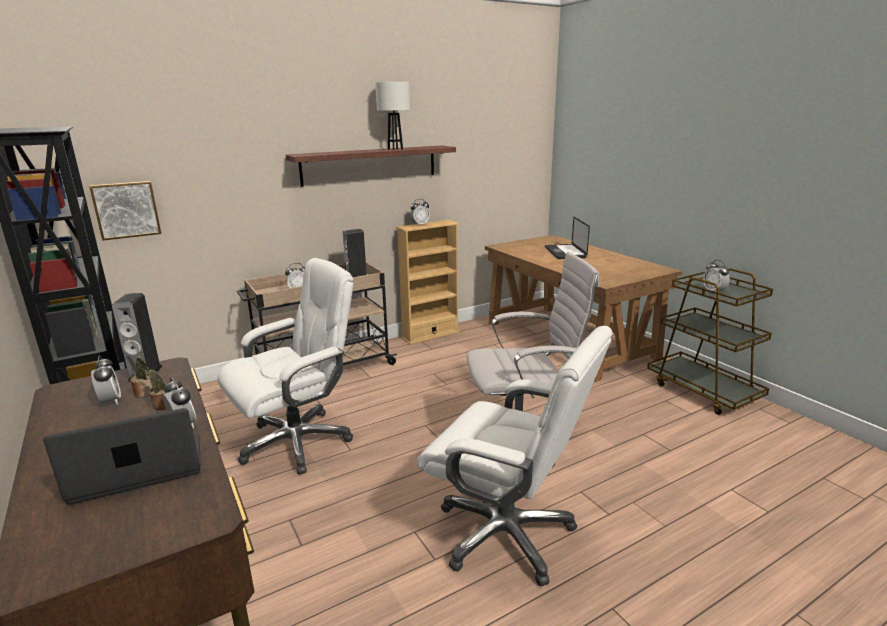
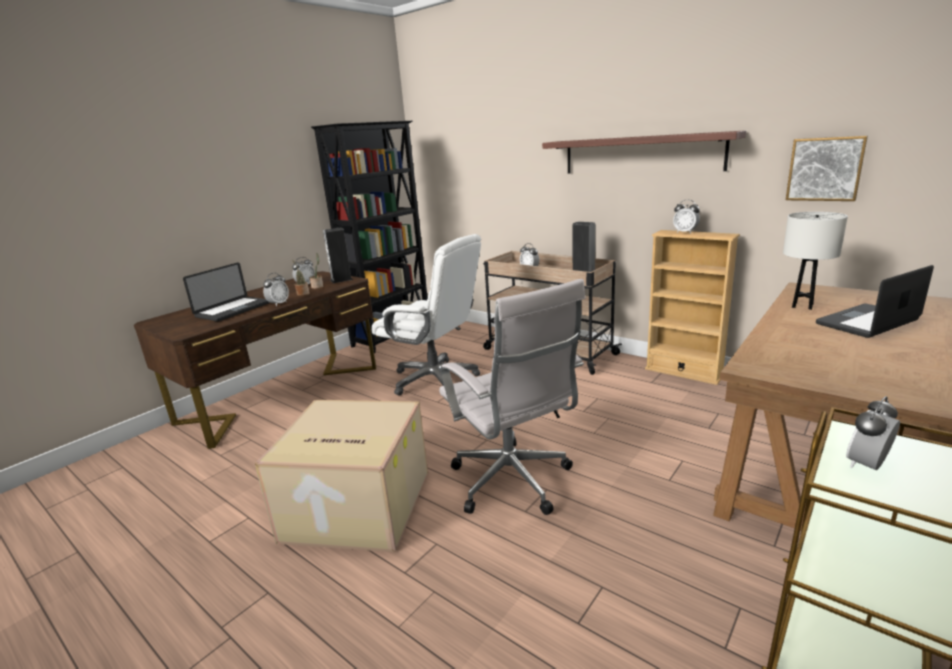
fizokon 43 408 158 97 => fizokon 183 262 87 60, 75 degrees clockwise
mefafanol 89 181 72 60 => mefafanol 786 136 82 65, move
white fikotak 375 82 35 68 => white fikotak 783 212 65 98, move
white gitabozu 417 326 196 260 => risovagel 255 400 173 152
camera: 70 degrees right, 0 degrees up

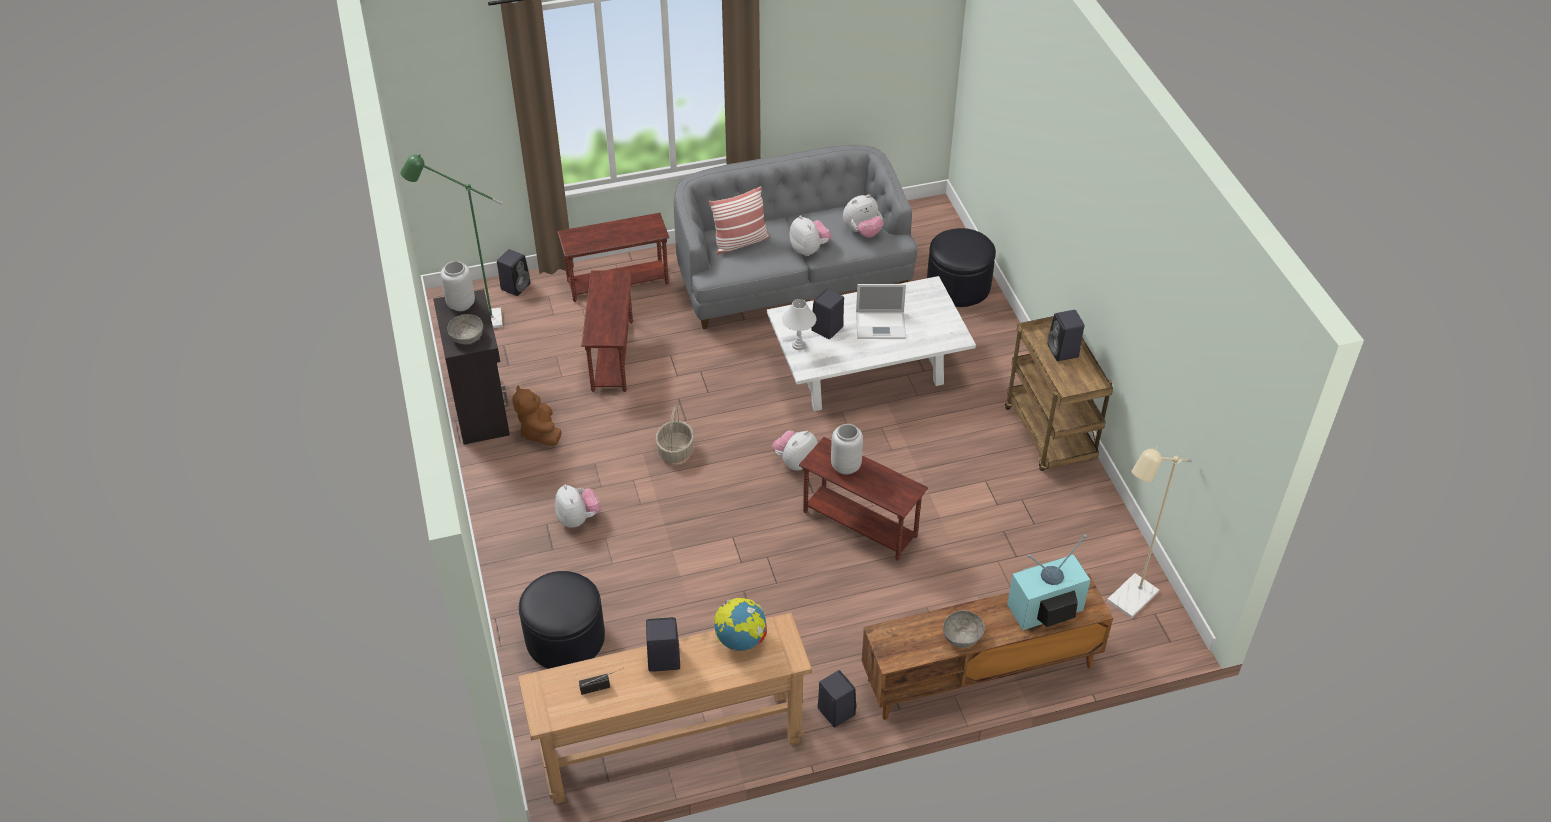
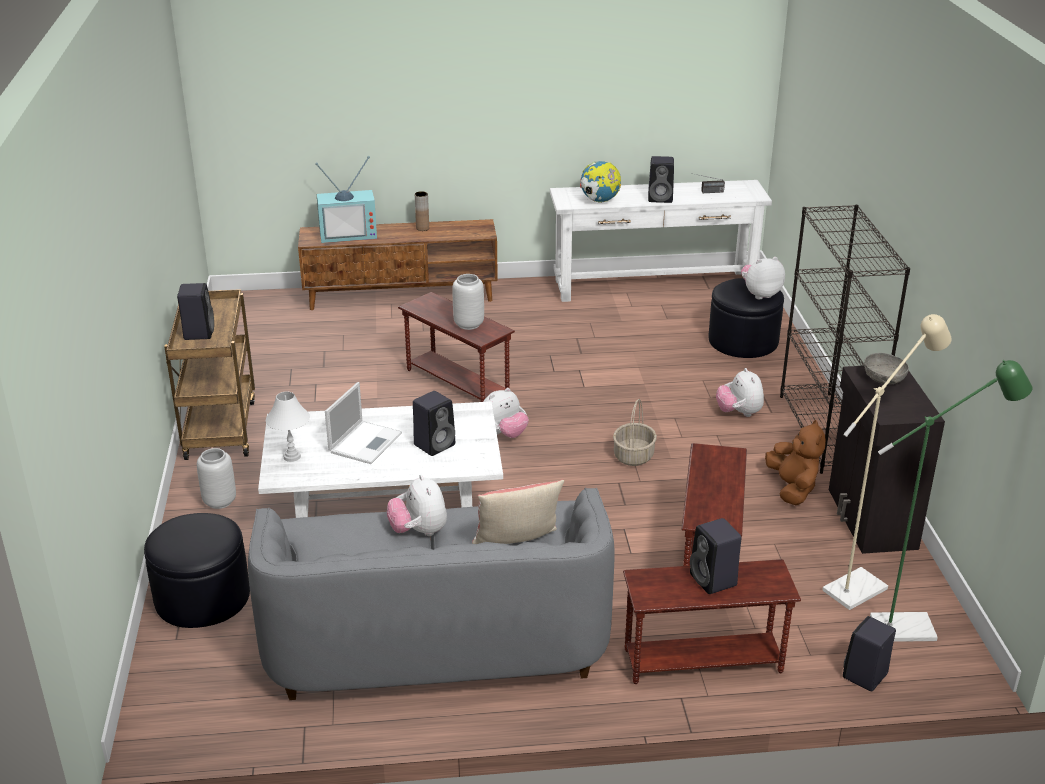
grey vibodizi 441 261 34 50 => grey vibodizi 197 448 39 61, move
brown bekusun 518 612 294 192 => white bekusun 550 180 222 122
white fikotak 782 299 34 51 => white fikotak 266 392 44 70, move
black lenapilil 818 670 39 58 => black lenapilil 690 518 51 76, move
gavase 843 194 41 43 => gavase 741 257 44 43, move
fizokon 856 284 50 55 => fizokon 325 382 77 82, 105 degrees clockwise
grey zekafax 943 611 42 37 => brown vibodizi 415 191 14 40
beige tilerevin 1107 447 85 171 => beige tilerevin 822 314 130 296, move
nothing => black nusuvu 780 205 130 269
camera: 170 degrees left, 15 degrees down

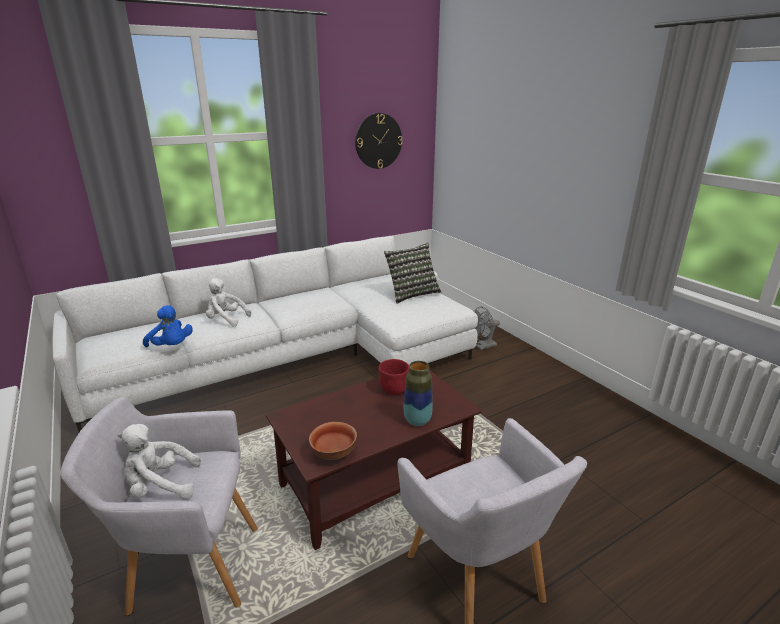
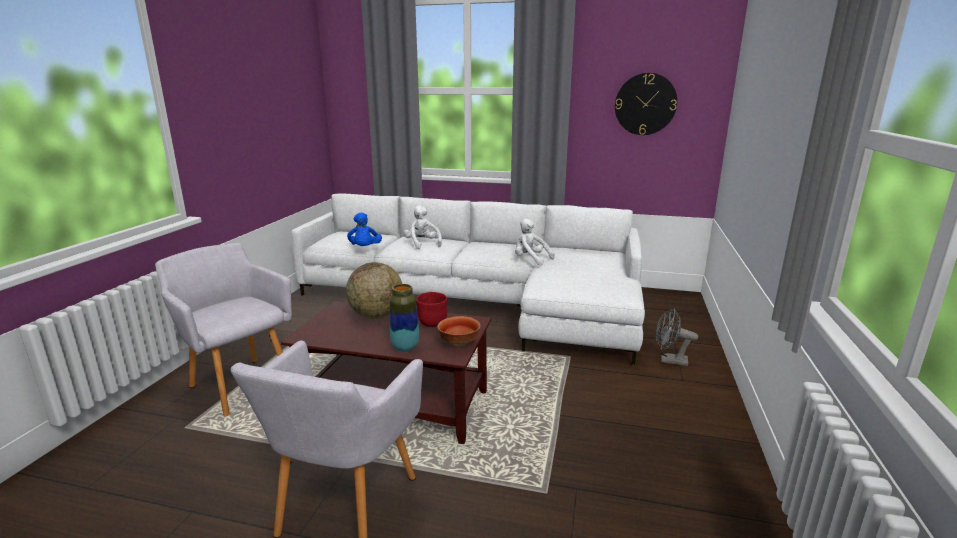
white gavase 118 424 83 75 => white gavase 515 219 40 46, move
zekafax 309 422 48 38 => zekafax 437 316 44 31, move
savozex 384 243 57 61 => nothing
nothing => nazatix 346 262 56 57
camera: 45 degrees right, 5 degrees down

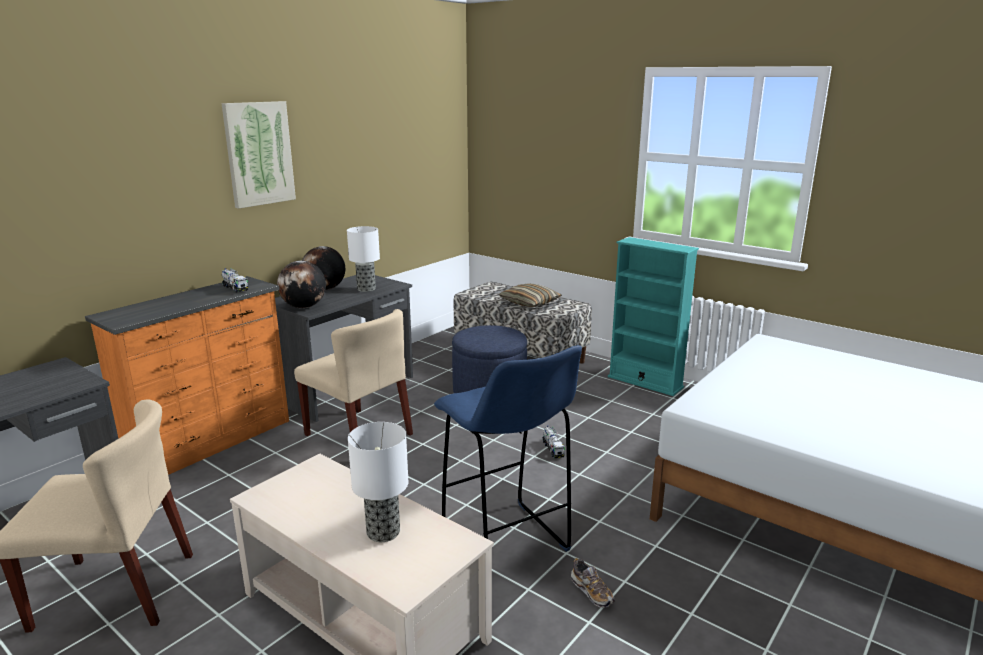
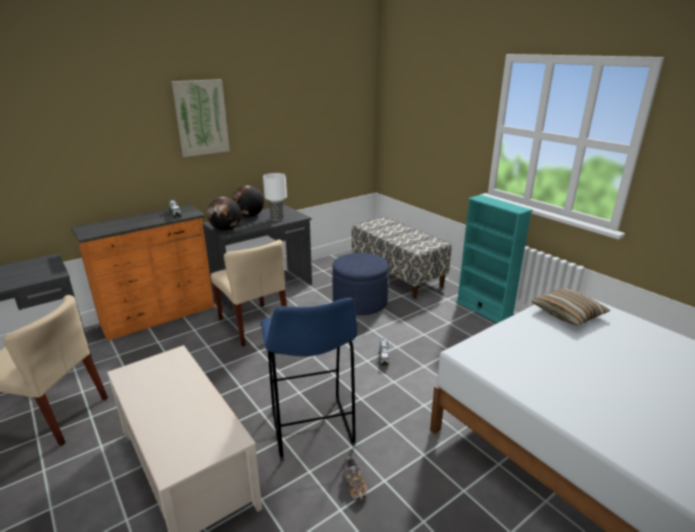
fikotak 348 422 60 120 => nothing
savozex 499 284 63 23 => savozex 532 288 78 38, move
camera: 15 degrees right, 5 degrees up

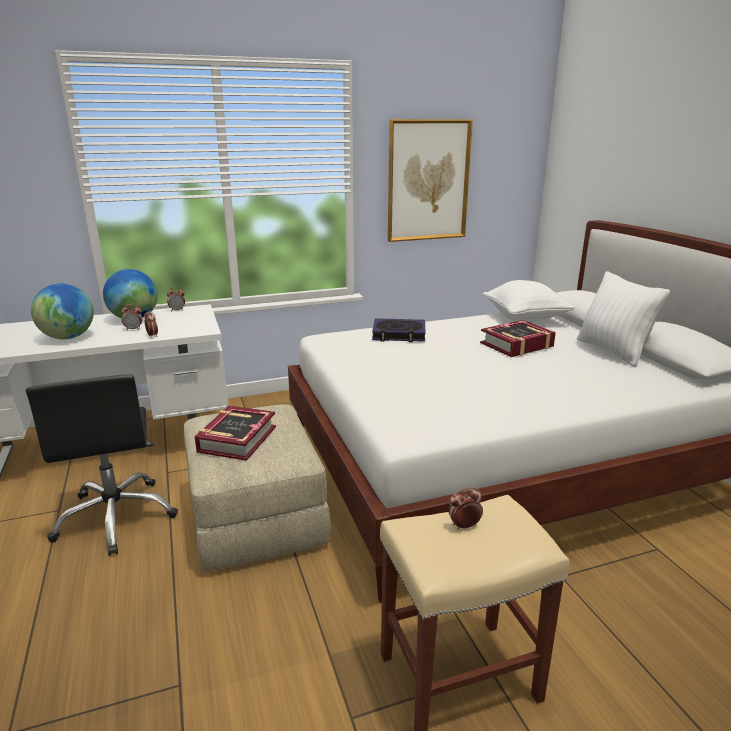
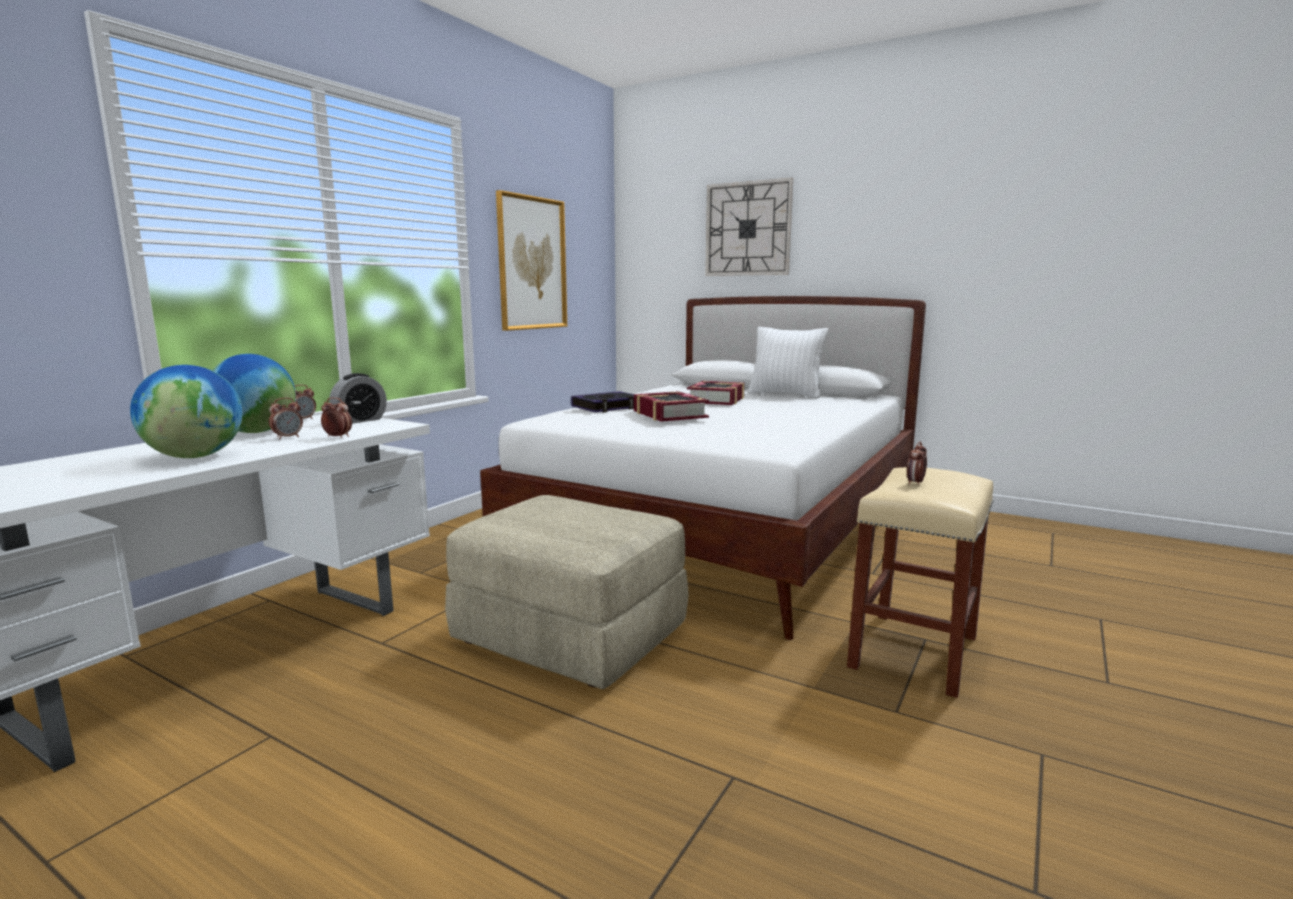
black gitabozu 26 374 152 182 => nothing
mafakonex 195 406 81 55 => mafakonex 634 391 75 31, move
white savozex 483 280 92 42 => nothing
nothing => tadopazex 329 373 58 51
nothing => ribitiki 705 178 88 98
camera: 40 degrees left, 10 degrees down

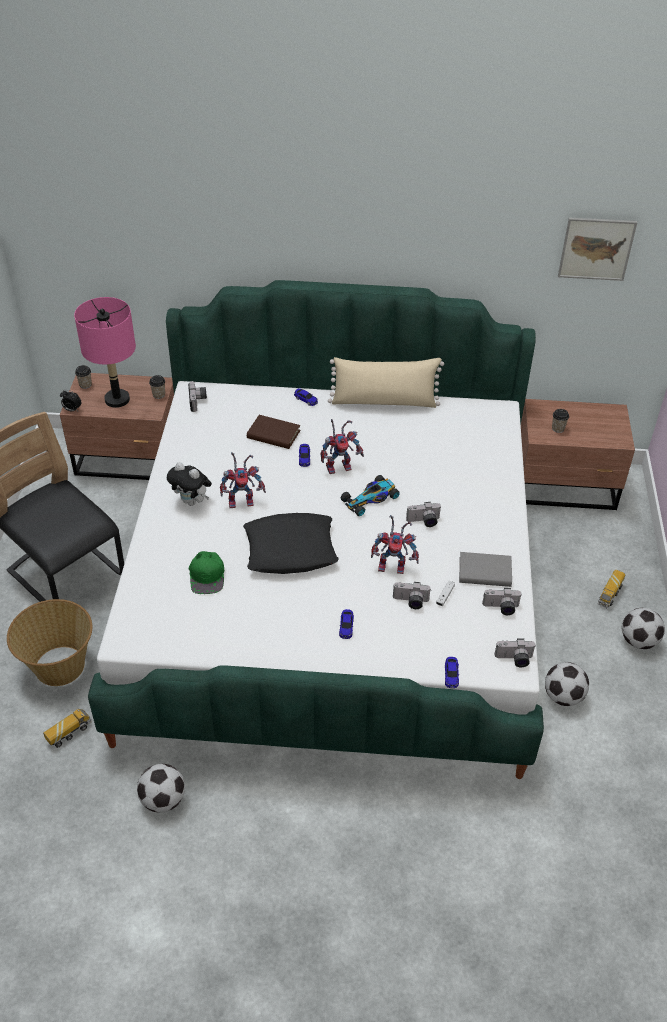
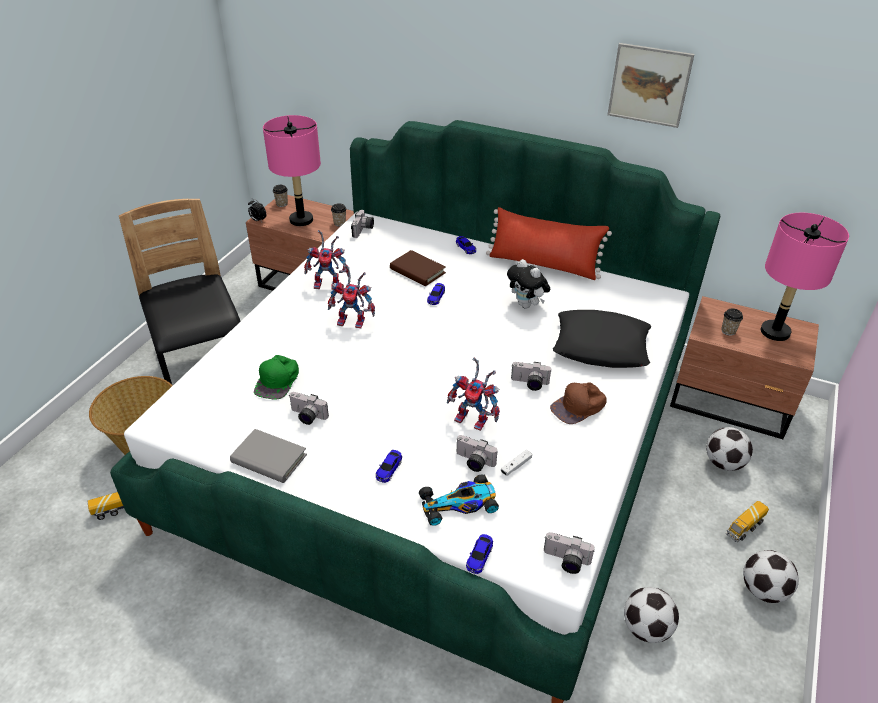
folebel 137 764 48 48 => folebel 706 427 47 44, move
gavase 167 462 45 44 => gavase 507 259 44 50, move
black savozex 243 513 96 61 => black savozex 553 310 98 58, move
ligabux 320 419 44 55 => ligabux 304 230 45 60, move
beige savozex 328 357 116 51 => red savozex 486 207 126 73
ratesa 341 475 59 41 => ratesa 419 475 80 51, move
grey mafakonex 459 552 53 35 => grey mafakonex 230 429 77 54, move
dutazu 482 588 39 27 => dutazu 289 392 40 33, move
mefafanol 558 218 79 63 => mefafanol 608 43 86 85, move
nothing => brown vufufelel 550 382 57 42
nothing => pink fikotak 761 213 88 128
camera: 20 degrees right, 5 degrees down

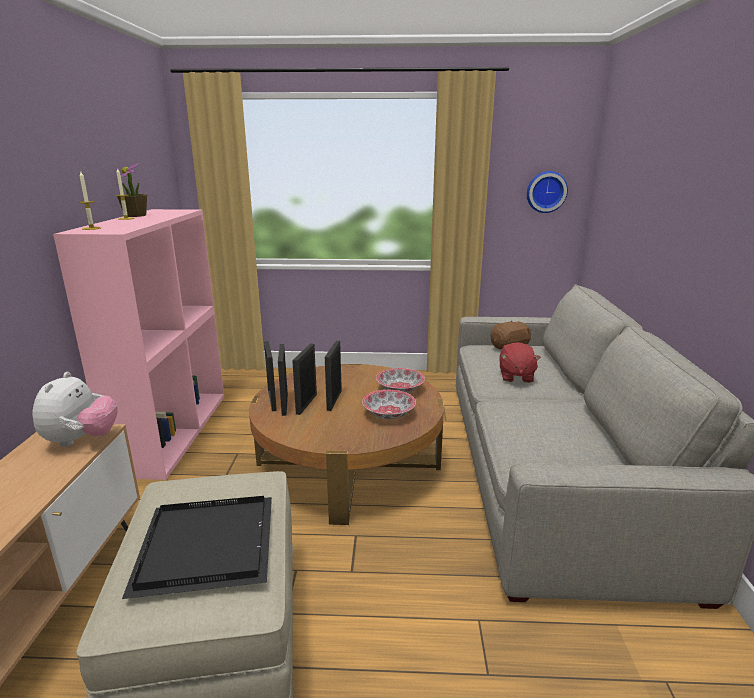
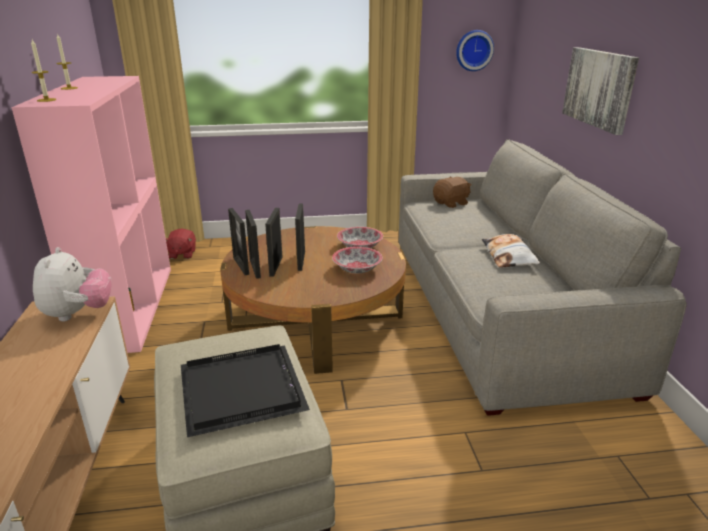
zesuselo 117 163 30 54 => nothing
red gavase 499 342 42 41 => red gavase 166 228 30 31, move
nothing => savozex 482 234 58 34
nothing => mefafanol 562 47 77 88
camera: 10 degrees left, 5 degrees up

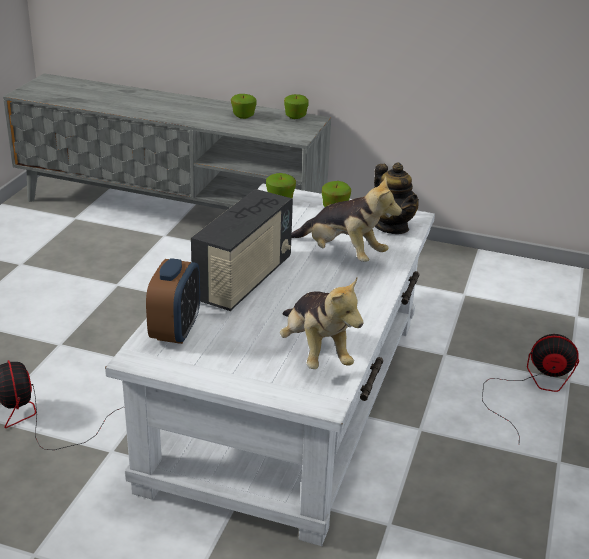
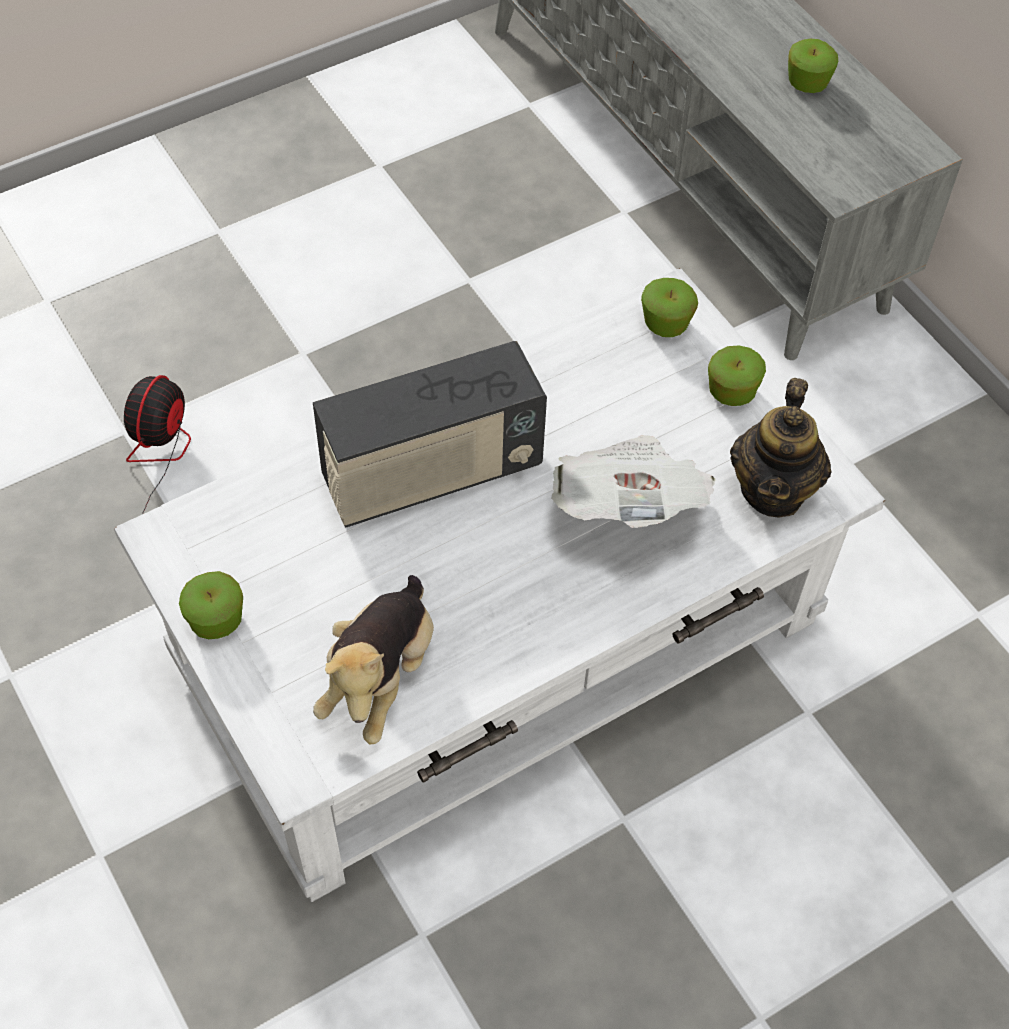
tadopazex 146 258 54 86 => nothing
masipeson 284 94 25 25 => masipeson 179 571 64 68, move
gavase 291 176 111 86 => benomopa 551 435 165 93
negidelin 482 334 97 105 => nothing
camera: 40 degrees right, 25 degrees up

